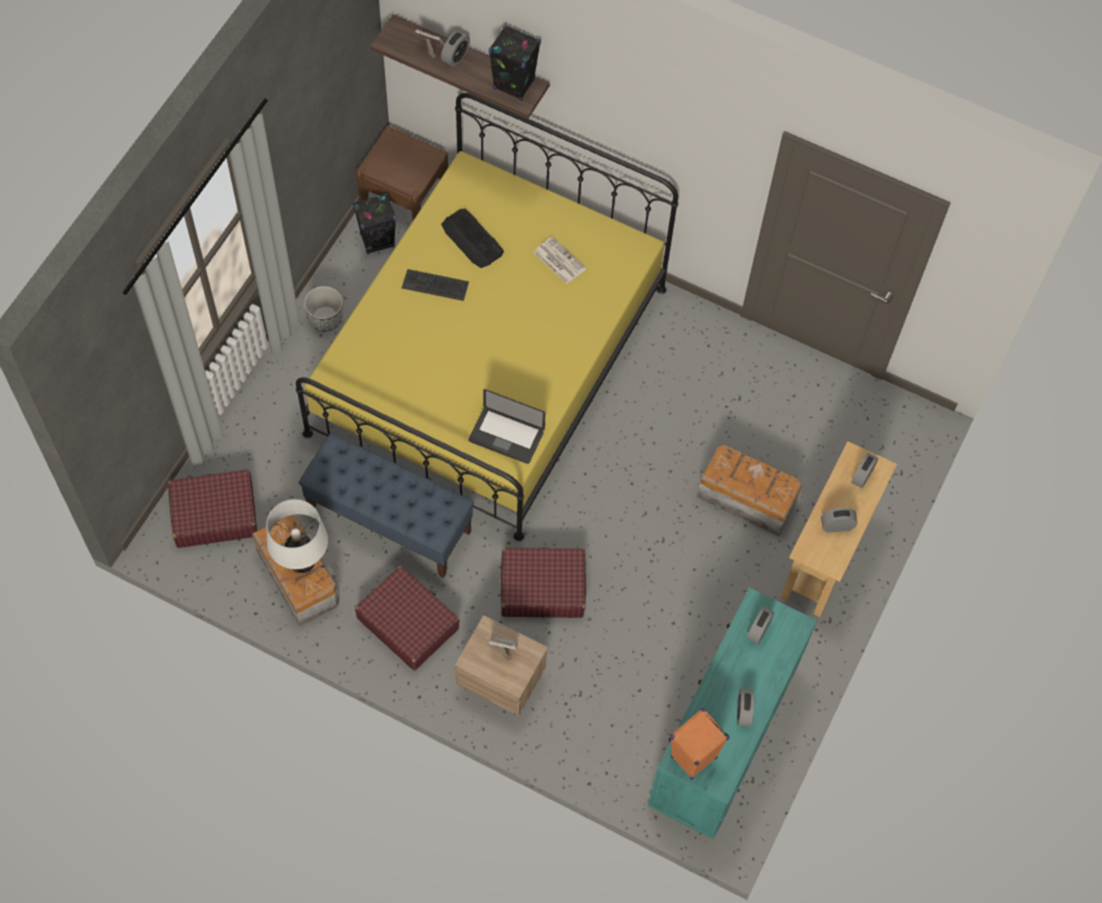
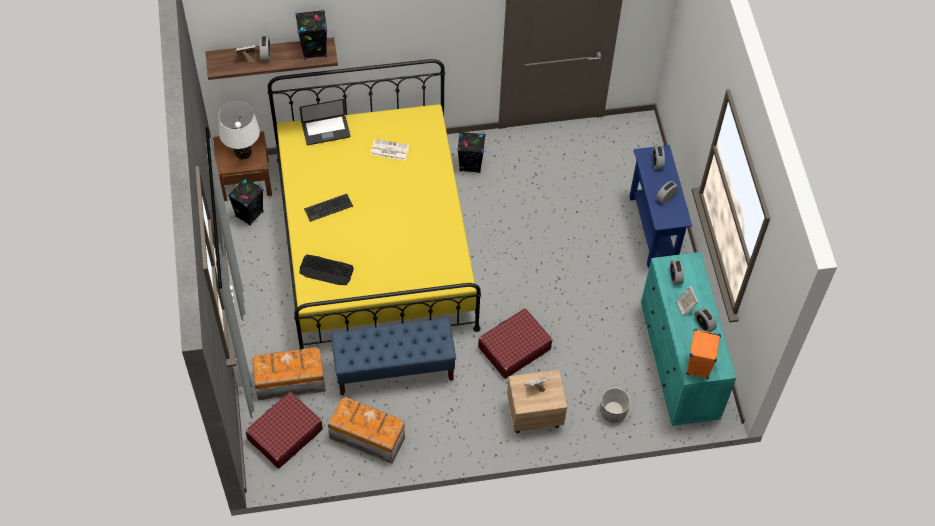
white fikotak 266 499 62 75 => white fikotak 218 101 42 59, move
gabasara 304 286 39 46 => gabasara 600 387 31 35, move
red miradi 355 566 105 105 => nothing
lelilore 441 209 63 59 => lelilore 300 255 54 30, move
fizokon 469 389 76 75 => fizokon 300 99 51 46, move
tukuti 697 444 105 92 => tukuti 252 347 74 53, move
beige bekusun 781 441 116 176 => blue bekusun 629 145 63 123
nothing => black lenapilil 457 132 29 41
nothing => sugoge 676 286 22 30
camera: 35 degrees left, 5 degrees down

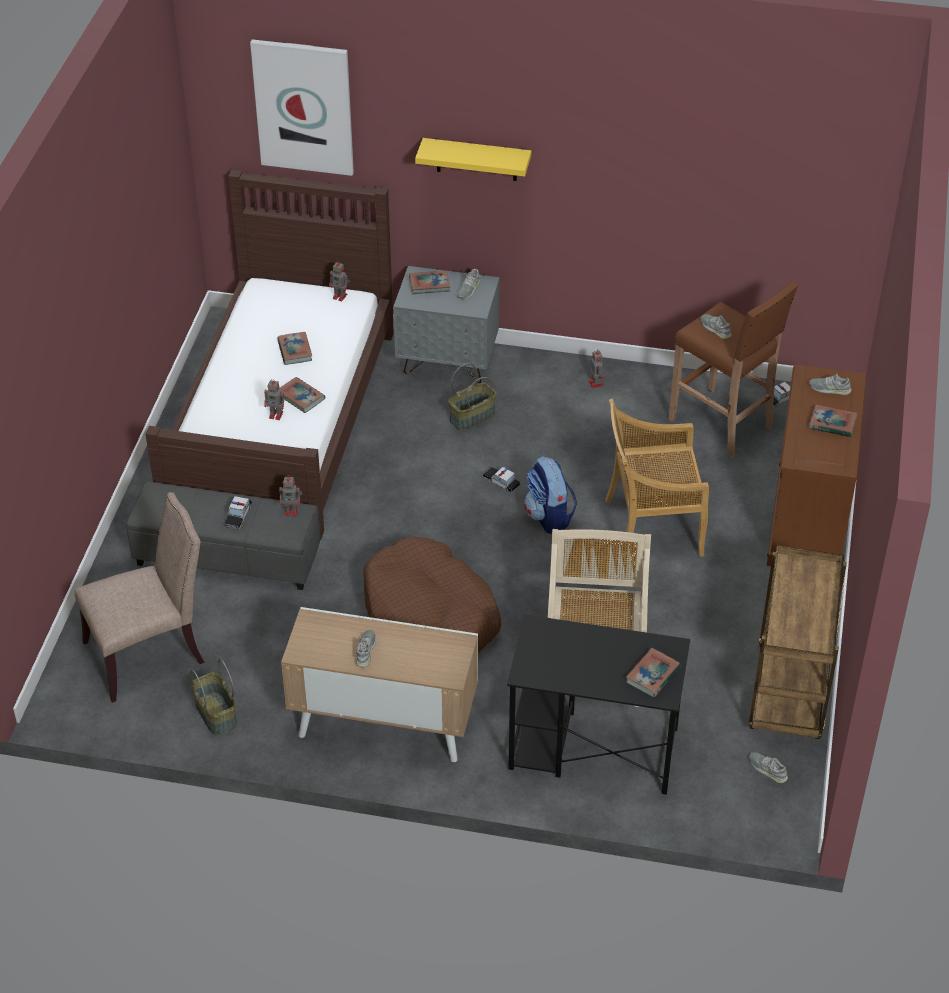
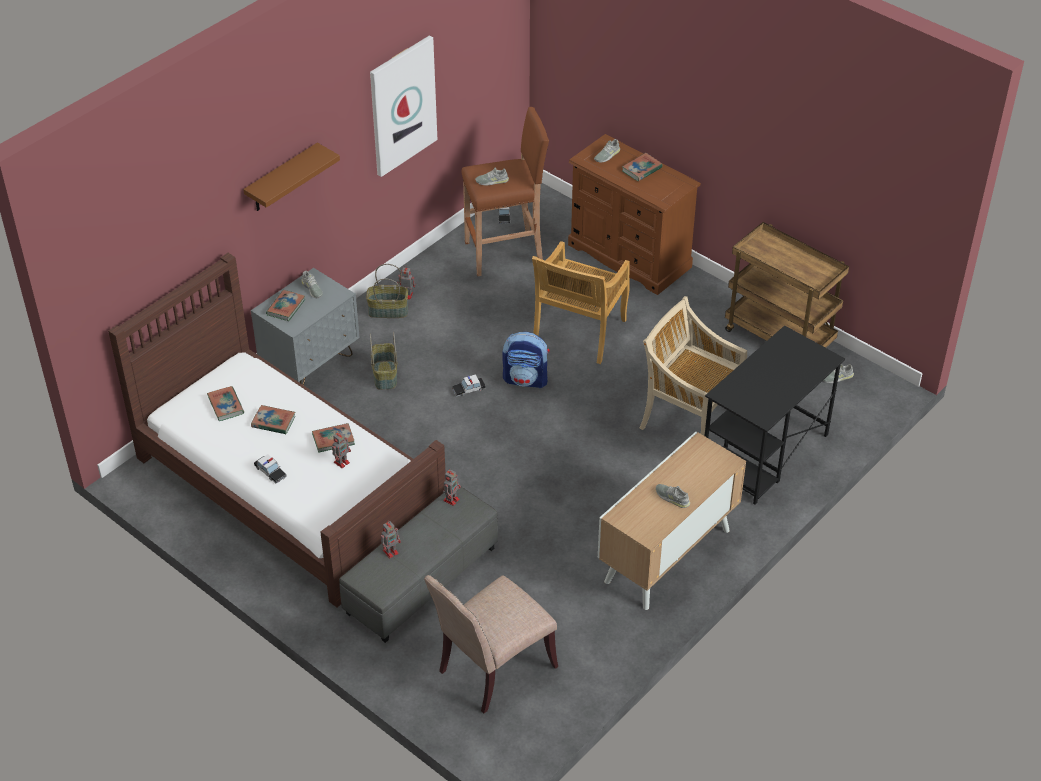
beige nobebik 74 492 130 211 => beige nobebik 424 575 134 138, 135 degrees counterclockwise
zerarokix 191 659 46 76 => zerarokix 366 264 42 54, move
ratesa 225 496 27 33 => ratesa 254 454 33 29, move
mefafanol 250 39 104 137 => mefafanol 370 35 67 142, move
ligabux 329 262 21 39 => ligabux 380 521 21 37, move
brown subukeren 363 536 138 117 => nothing
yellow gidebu 415 138 116 43 => brown gidebu 243 143 97 68
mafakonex 626 648 55 49 => mafakonex 207 386 37 35, move
camera: 60 degrees left, 0 degrees up

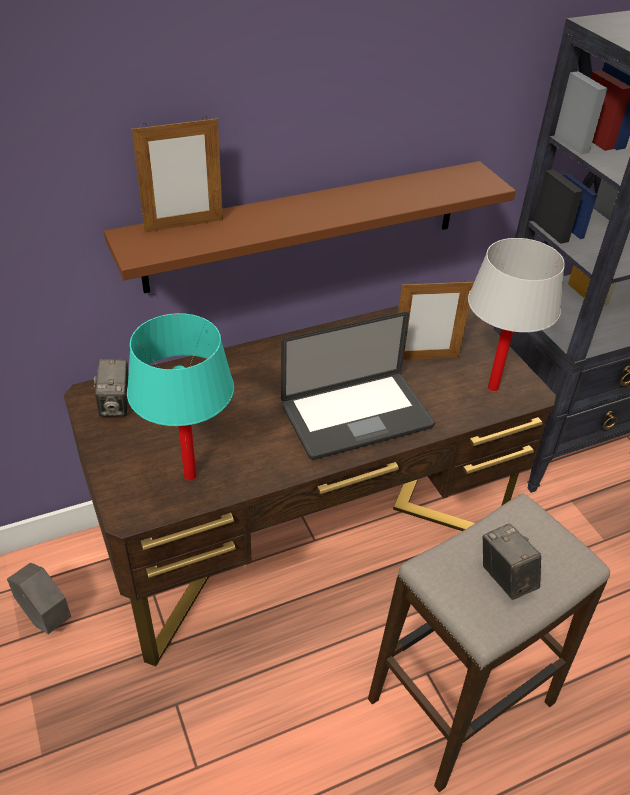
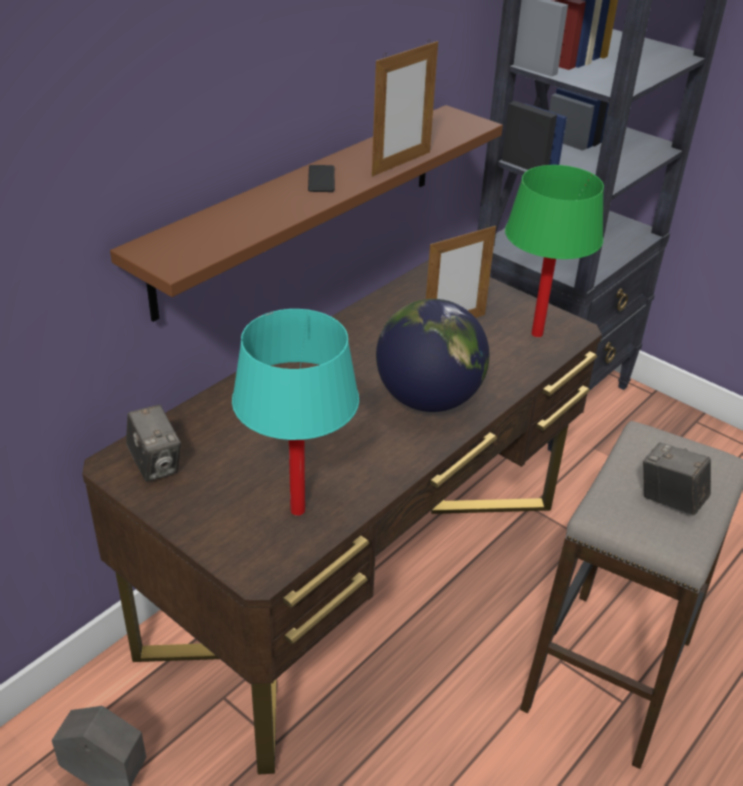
sugoge 132 116 91 117 => sugoge 372 40 66 136, move
fizokon 281 312 154 148 => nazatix 376 299 113 113
white fikotak 468 238 97 153 => green fikotak 505 165 99 172
nothing => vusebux 308 165 27 27
camera: 25 degrees left, 5 degrees down

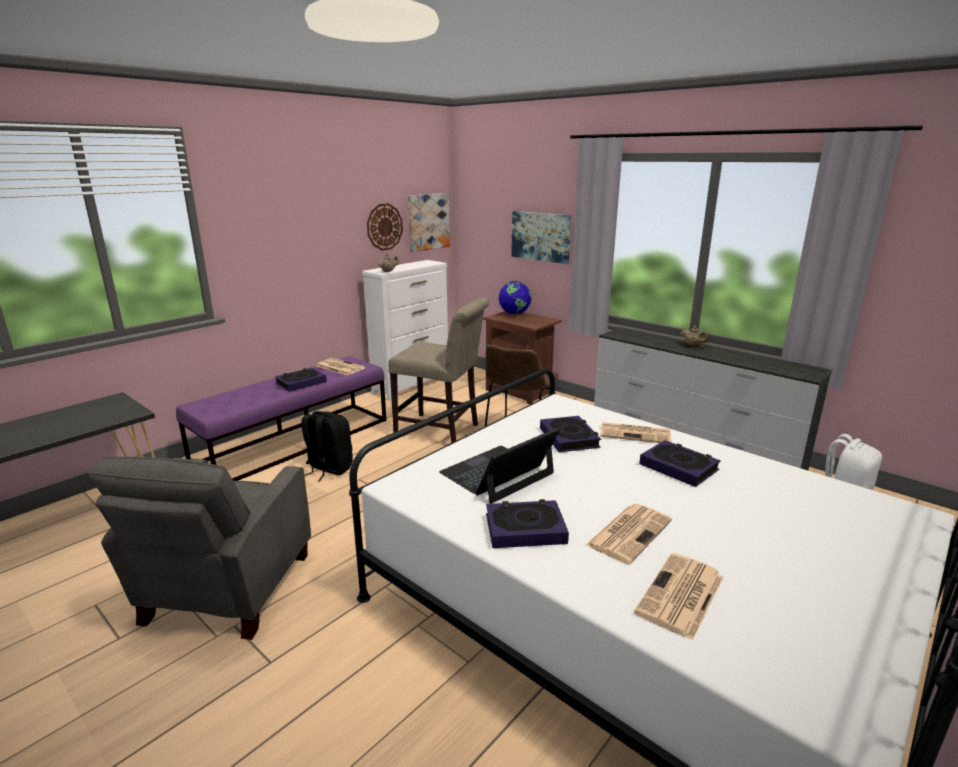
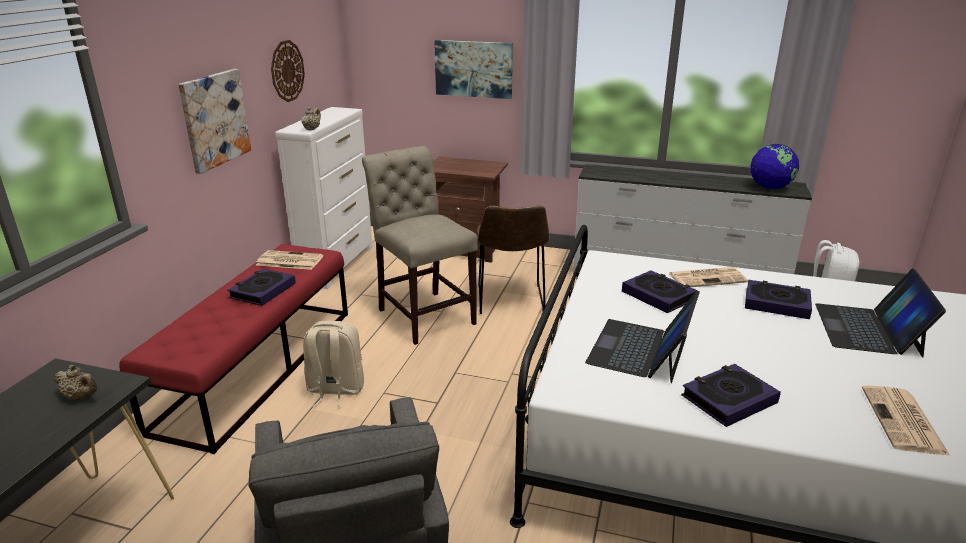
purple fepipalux 176 356 210 125 => red fepipalux 119 244 229 210
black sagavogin 301 411 52 70 => beige sagavogin 303 321 61 87
beige nobebik 388 298 101 145 => beige nobebik 362 146 116 199, 120 degrees counterclockwise
mefafanol 408 193 42 59 => mefafanol 178 69 73 105, move
nazatix 498 281 33 33 => nazatix 750 144 49 46, move
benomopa 586 504 86 60 => nothing
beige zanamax 680 326 29 20 => beige zanamax 54 365 43 35, move
nothing => fizokon 815 269 131 88
camera: 25 degrees left, 5 degrees up

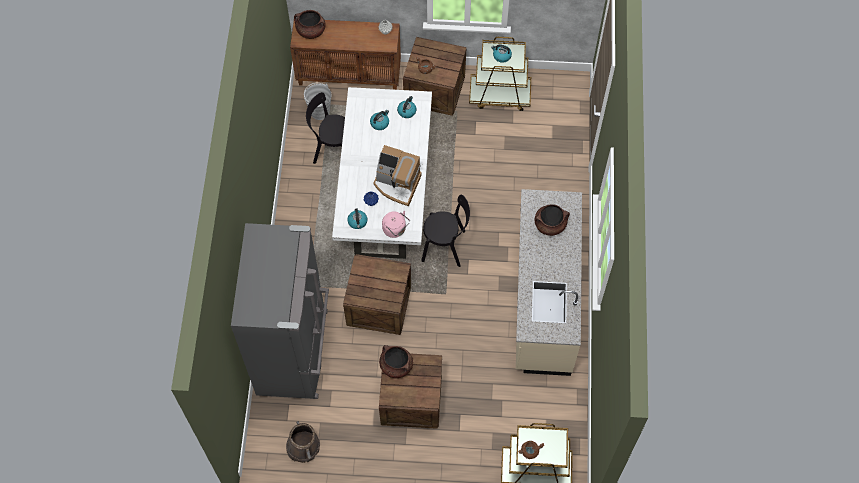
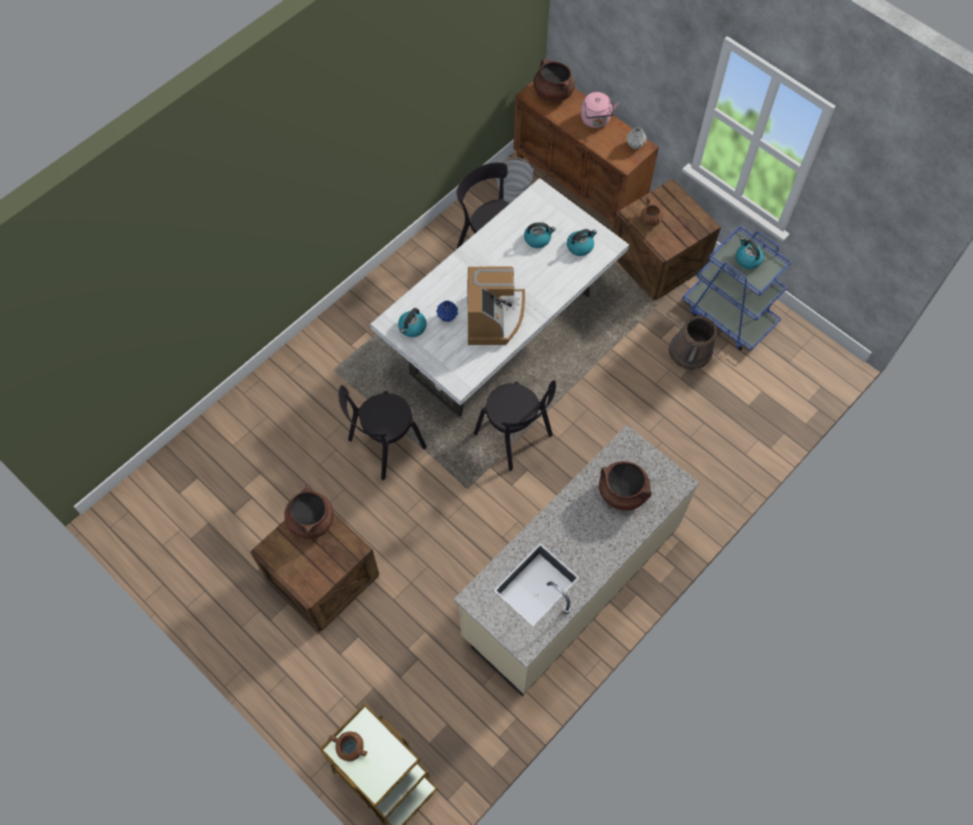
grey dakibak 231 223 98 176 => nothing
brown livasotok 286 421 34 42 => brown livasotok 668 316 49 55, move
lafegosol 343 254 68 81 => black nobebik 338 385 89 95
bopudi 373 145 49 62 => bopudi 467 266 58 79, 150 degrees counterclockwise
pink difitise 382 211 28 27 => pink difitise 581 92 38 36, move
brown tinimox 469 37 62 74 => blue tinimox 682 226 109 125
camera: 40 degrees right, 0 degrees up

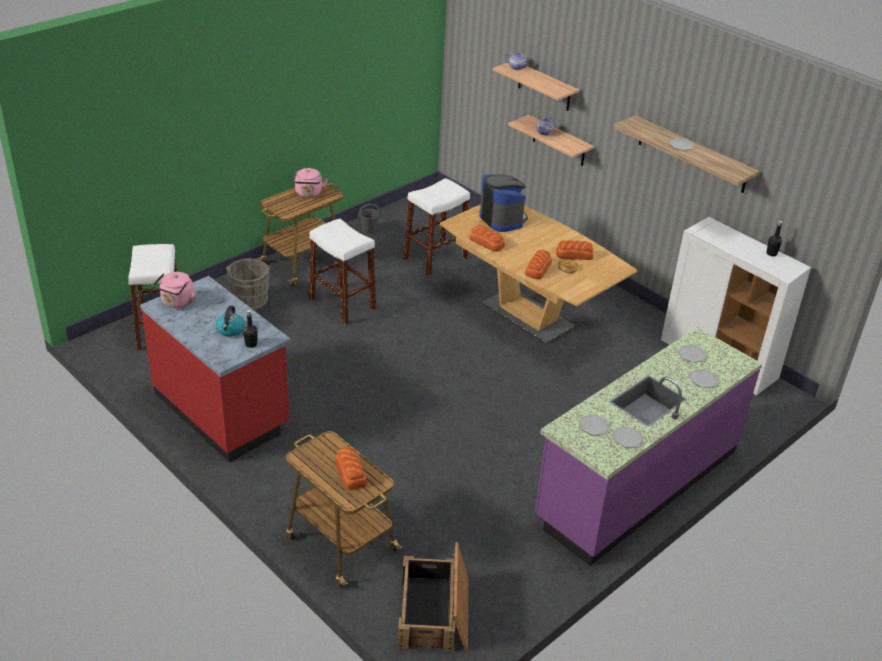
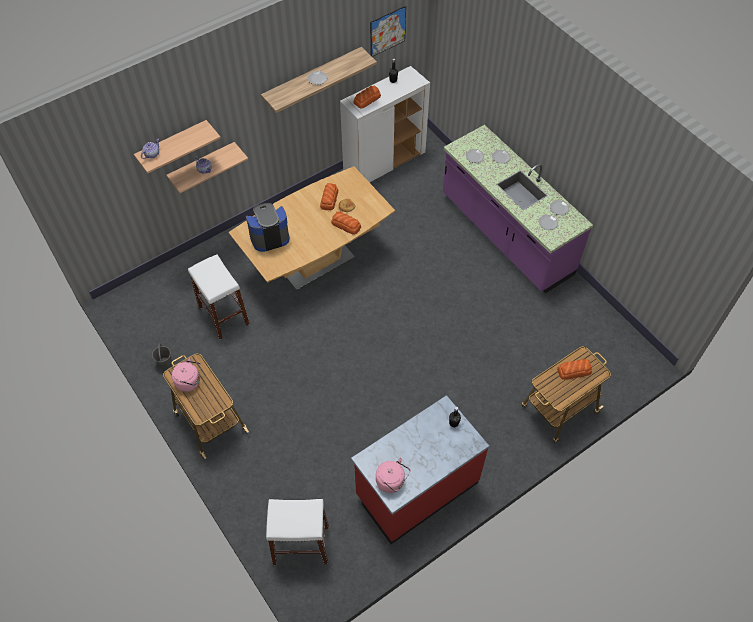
difitise 216 305 29 32 => nothing
grey livasotok 226 259 45 51 => nothing
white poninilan 309 219 67 106 => nothing
lafegosol 398 542 71 109 => nothing
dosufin 469 225 36 27 => dosufin 354 86 27 22, move
nothing => mefafanol 370 6 36 51
camera: 80 degrees left, 20 degrees up

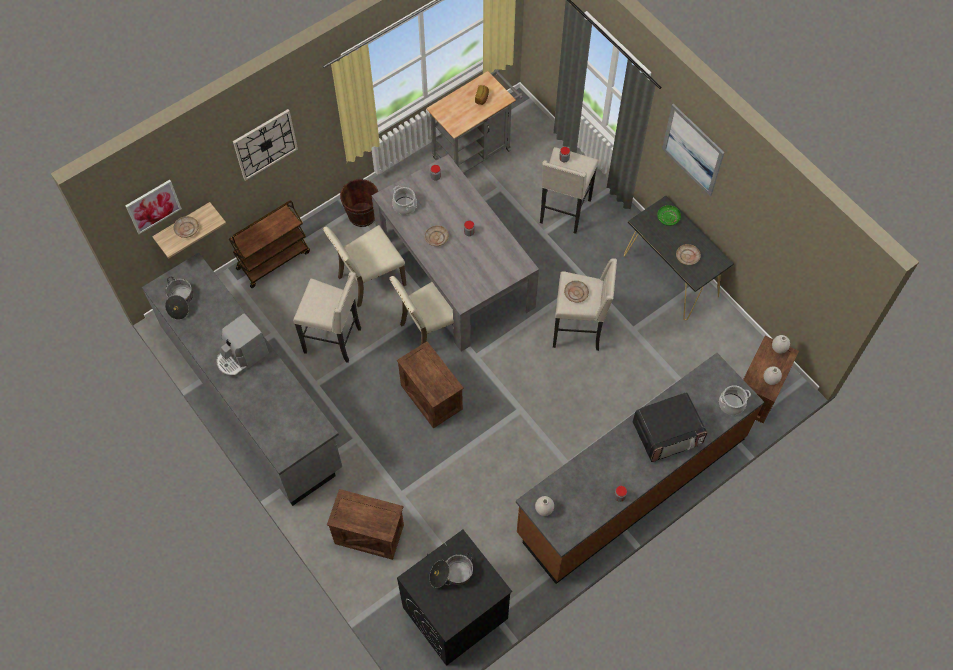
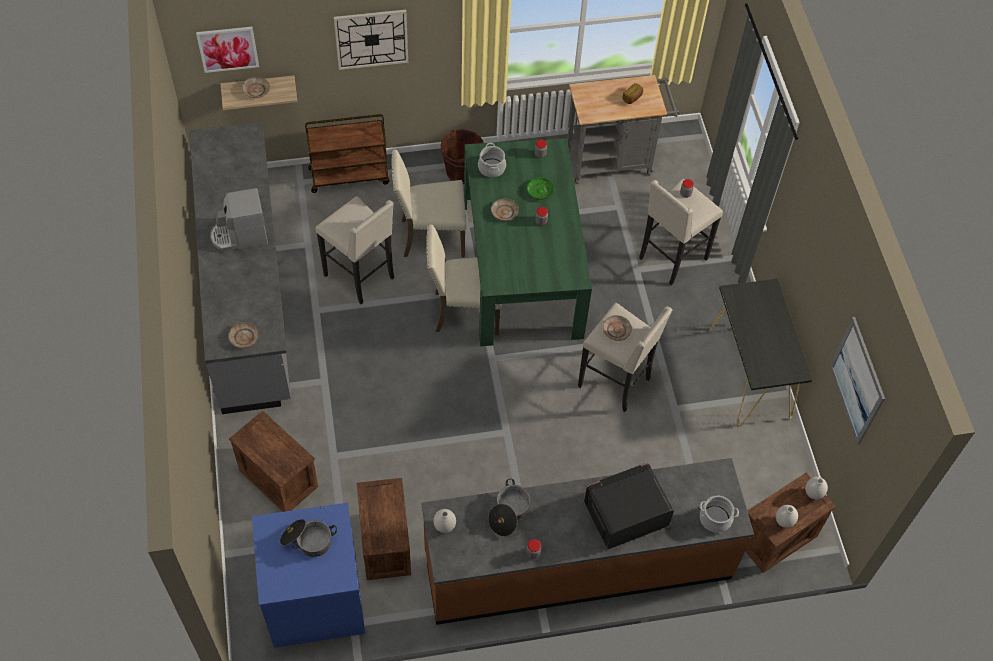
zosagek 165 276 28 44 => zosagek 488 479 43 57, move
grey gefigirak 372 154 167 198 => green gefigirak 464 138 128 208
lafegosol 397 341 67 88 => lafegosol 357 478 54 102, move
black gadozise 397 530 115 136 => blue gadozise 252 503 113 145
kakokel 632 392 75 70 => kakokel 584 463 90 86, 150 degrees clockwise
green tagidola 657 205 24 21 => green tagidola 527 177 27 23, move
mefafanol 662 104 62 92 => mefafanol 830 317 55 128, move
beige tagidola 676 244 25 21 => beige tagidola 228 322 30 26, move
camera: 25 degrees right, 5 degrees down

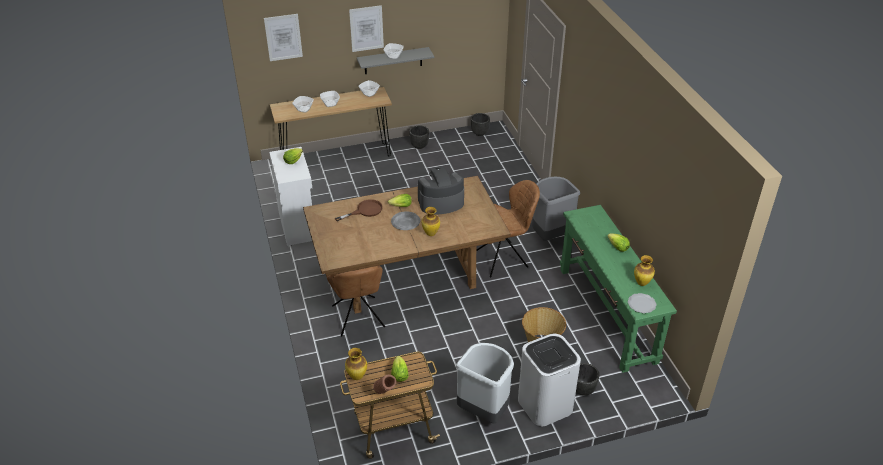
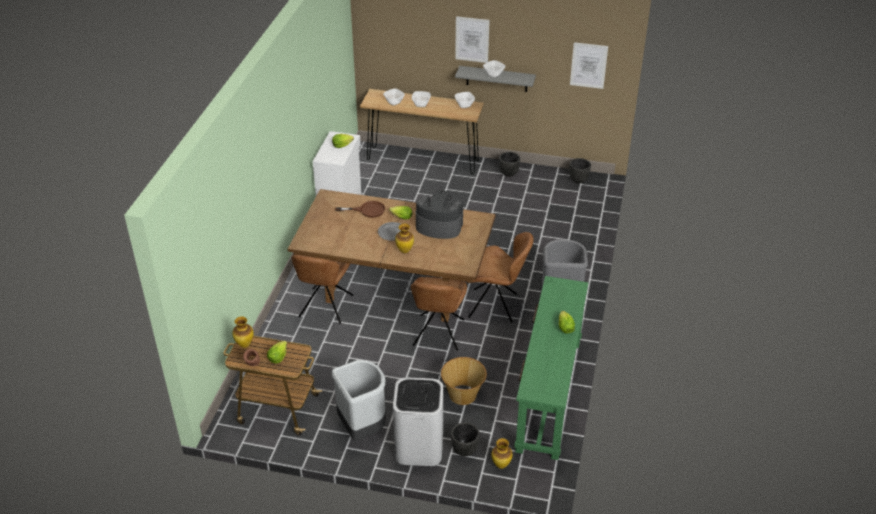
mefafanol 264 14 39 47 => mefafanol 570 42 38 47, move
tagidola 628 293 29 20 => nothing
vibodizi 634 255 21 31 => vibodizi 491 438 22 31, move
nothing => brown nobebik 411 277 56 73
camera: 30 degrees right, 0 degrees up

